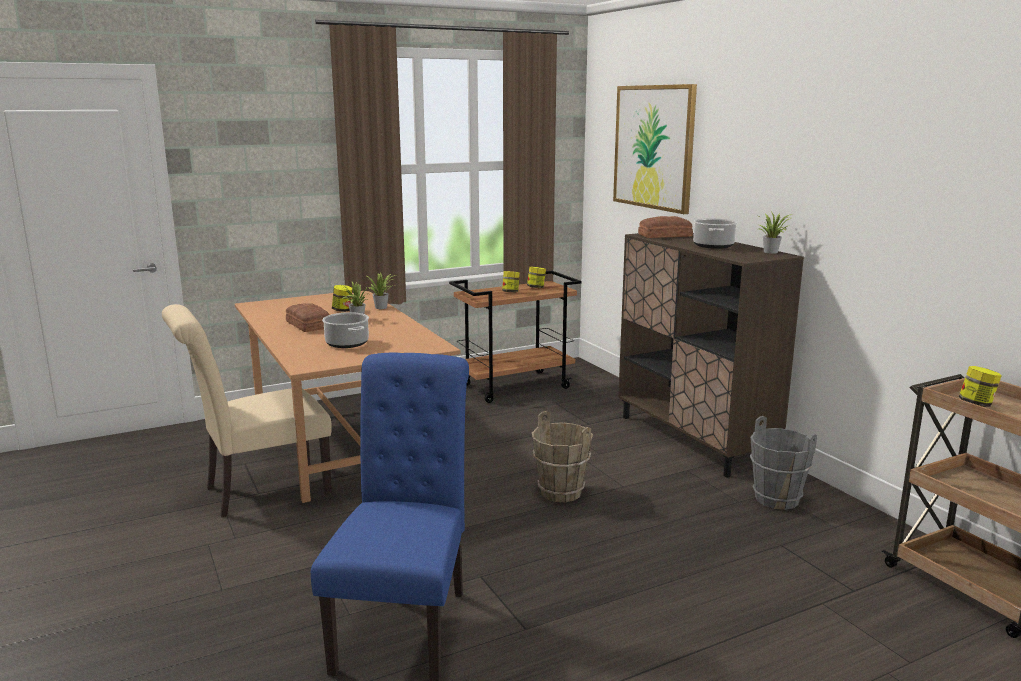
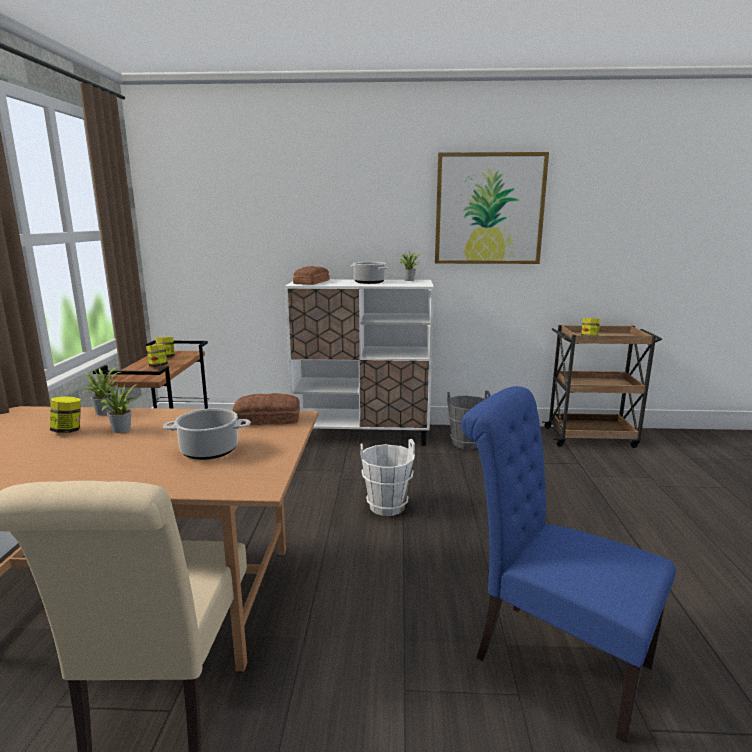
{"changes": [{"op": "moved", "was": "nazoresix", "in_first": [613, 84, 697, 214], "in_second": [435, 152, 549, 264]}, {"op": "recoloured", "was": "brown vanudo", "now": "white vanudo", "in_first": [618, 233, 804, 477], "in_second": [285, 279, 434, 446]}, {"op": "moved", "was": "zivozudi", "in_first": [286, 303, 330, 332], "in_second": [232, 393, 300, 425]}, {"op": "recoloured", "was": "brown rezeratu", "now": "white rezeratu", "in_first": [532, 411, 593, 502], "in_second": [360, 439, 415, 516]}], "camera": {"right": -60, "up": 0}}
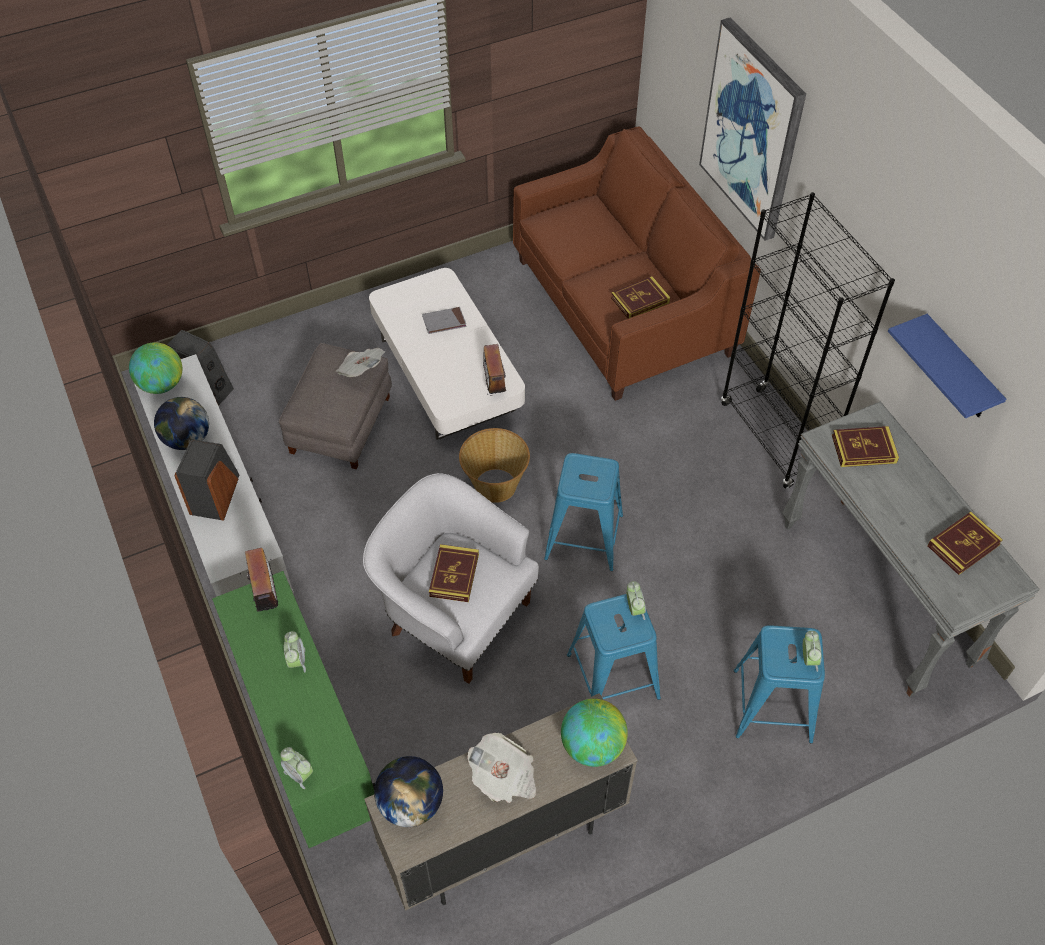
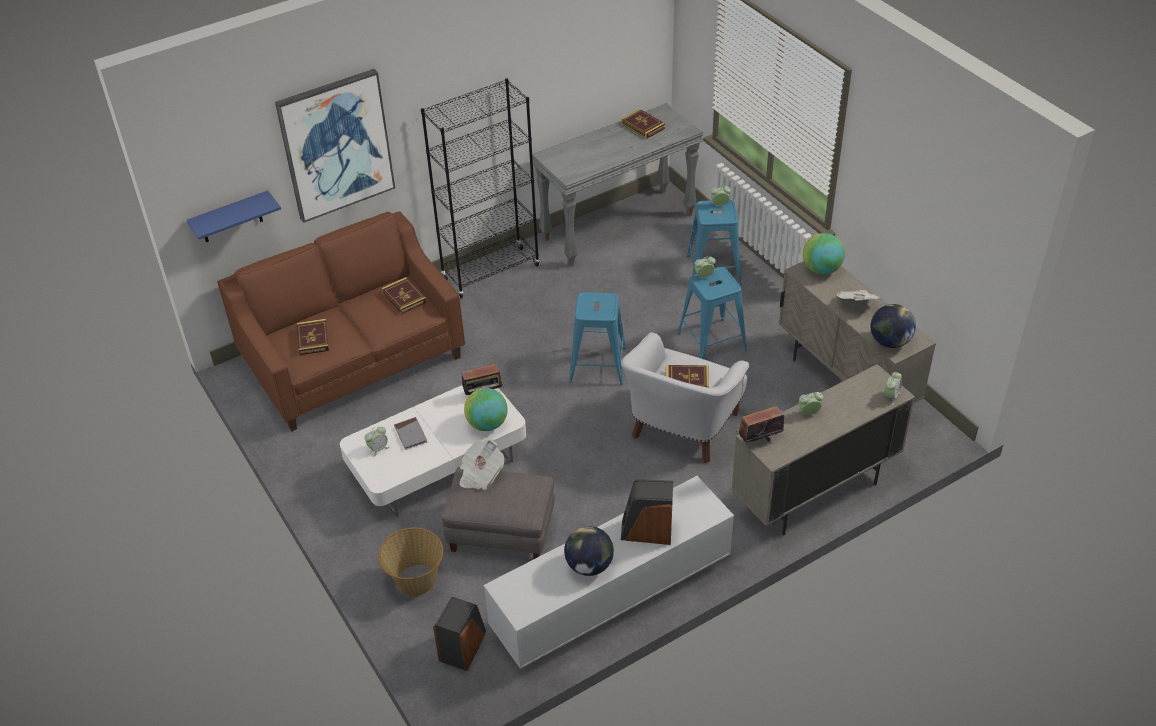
{"changes": [{"op": "moved", "was": "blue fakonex", "in_first": [888, 314, 1006, 418], "in_second": [187, 190, 281, 242]}, {"op": "moved", "was": "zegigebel", "in_first": [129, 342, 182, 394], "in_second": [464, 388, 508, 431]}, {"op": "moved", "was": "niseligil", "in_first": [832, 426, 899, 467], "in_second": [297, 319, 329, 355]}, {"op": "moved", "was": "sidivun", "in_first": [459, 428, 530, 503], "in_second": [378, 527, 443, 596]}, {"op": "recoloured", "was": "green vanudo", "now": "beige vanudo", "in_first": [212, 571, 376, 848], "in_second": [732, 364, 915, 536]}, {"op": "added", "now": "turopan", "in_second": [364, 426, 389, 457]}], "camera": {"right": -95, "up": -10}}
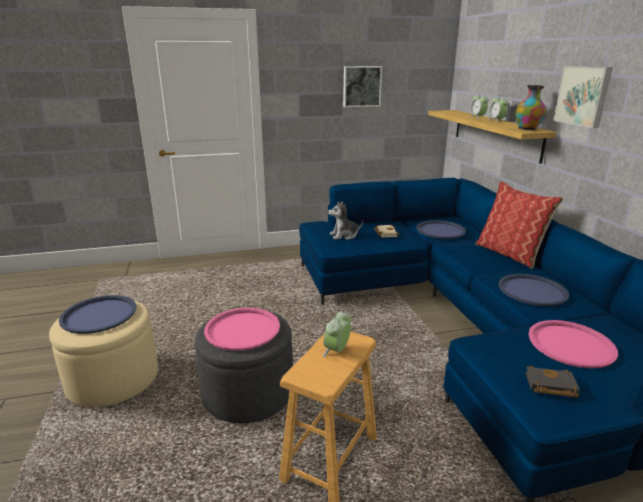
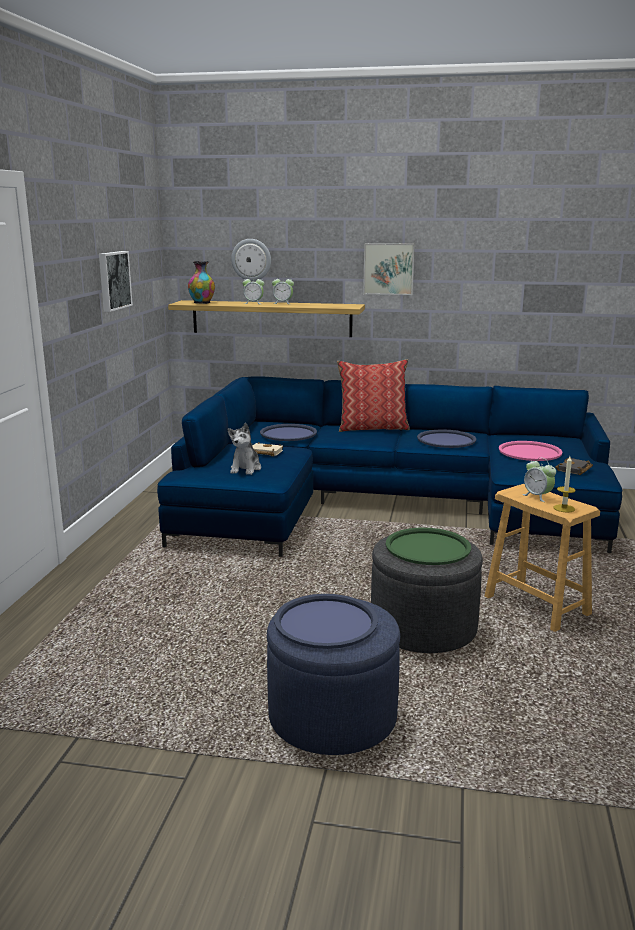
{"changes": [{"op": "moved", "was": "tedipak", "in_first": [515, 85, 546, 130], "in_second": [188, 261, 215, 304]}, {"op": "recoloured", "was": "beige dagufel", "now": "blue dagufel", "in_first": [49, 301, 158, 407], "in_second": [267, 599, 400, 755]}, {"op": "recoloured", "was": "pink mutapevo", "now": "green mutapevo", "in_first": [204, 308, 280, 351], "in_second": [386, 528, 471, 565]}, {"op": "added", "now": "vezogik", "in_second": [231, 239, 271, 281]}, {"op": "added", "now": "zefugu", "in_second": [554, 456, 576, 513]}], "camera": {"right": -65, "up": -5}}
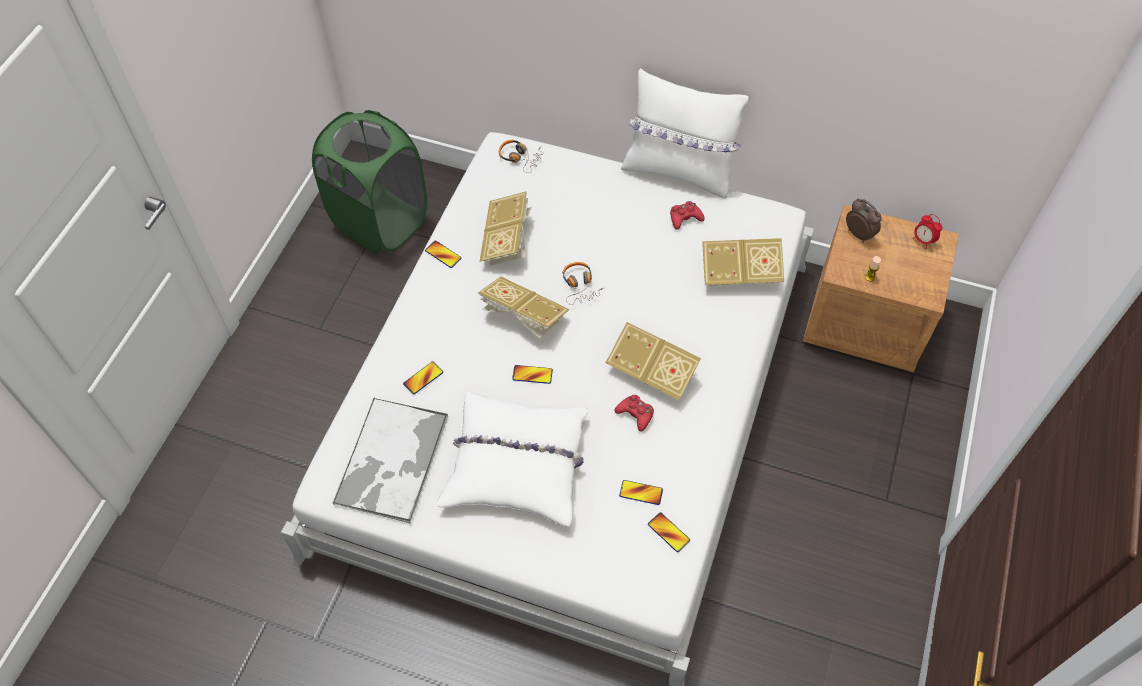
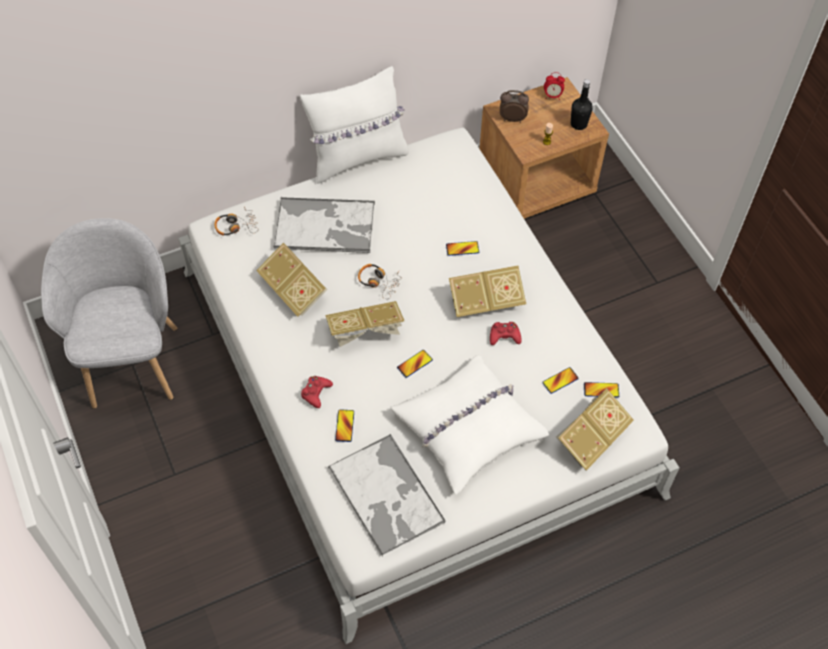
{"changes": [{"op": "replaced", "was": "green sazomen", "now": "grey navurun", "in_first": [312, 110, 427, 253], "in_second": [41, 218, 178, 409]}, {"op": "moved", "was": "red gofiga", "in_first": [670, 201, 705, 230], "in_second": [301, 376, 333, 408]}, {"op": "moved", "was": "niseligil", "in_first": [702, 238, 784, 286], "in_second": [556, 388, 634, 471]}, {"op": "moved", "was": "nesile", "in_first": [425, 241, 461, 268], "in_second": [446, 241, 479, 256]}, {"op": "added", "now": "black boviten", "in_second": [571, 79, 593, 130]}, {"op": "added", "now": "mutapevo", "in_second": [273, 197, 375, 253]}], "camera": {"right": -45, "up": 0}}
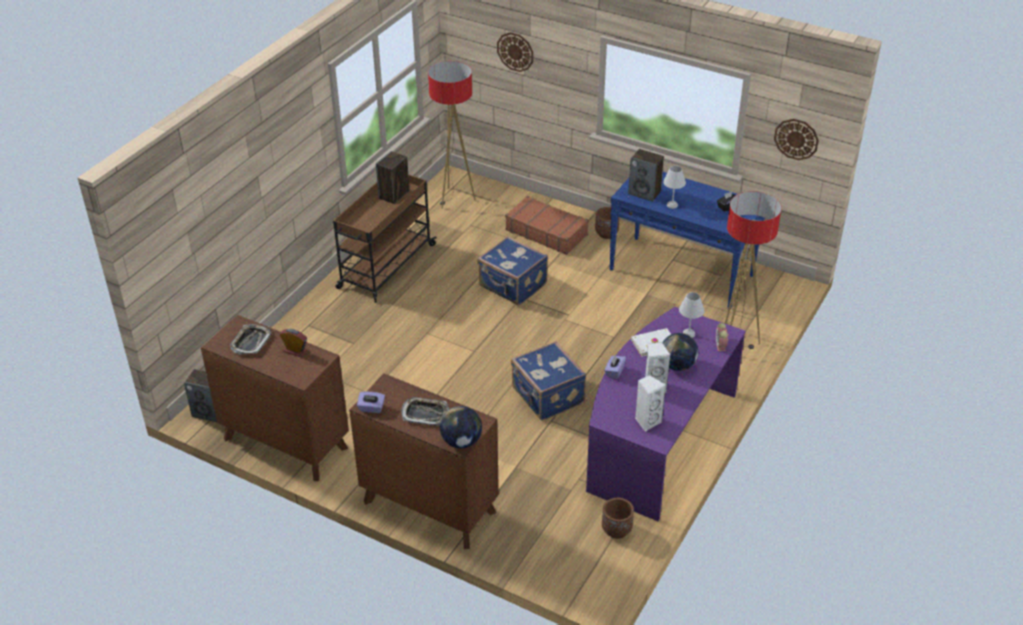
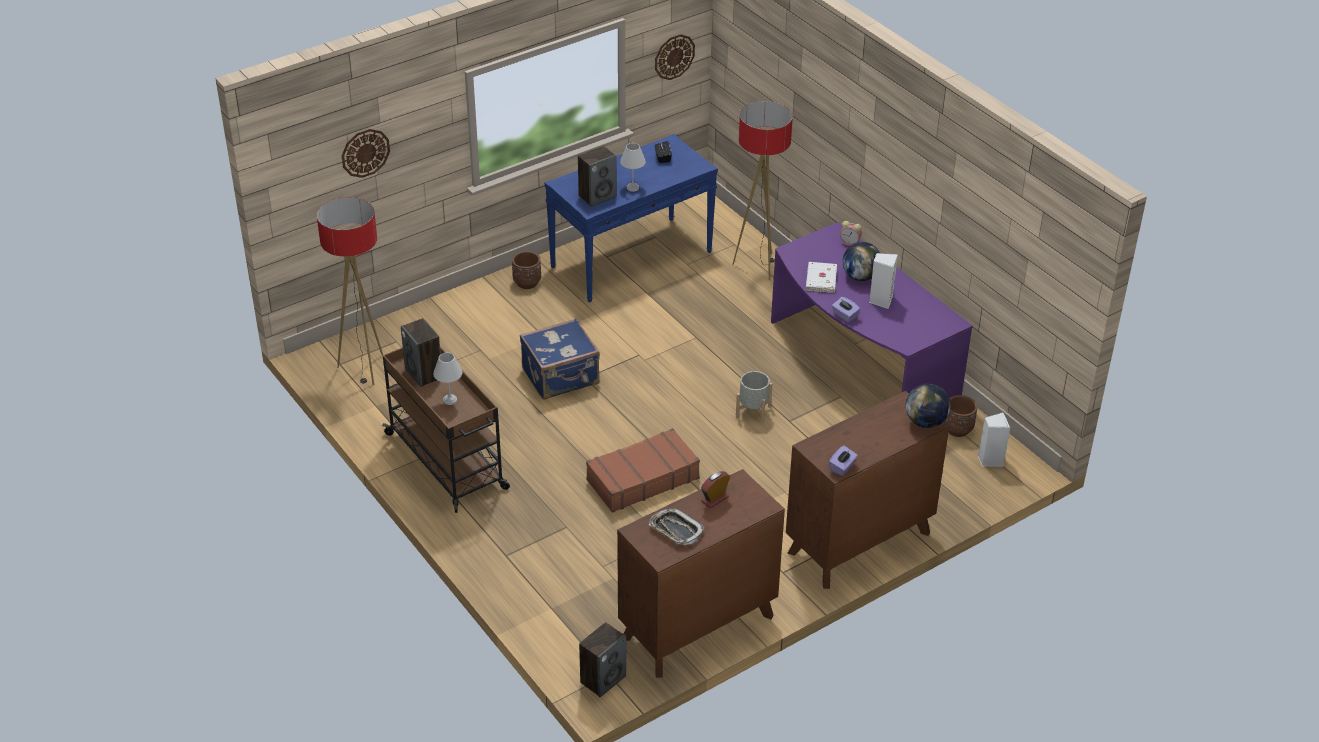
{"changes": [{"op": "moved", "was": "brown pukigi", "in_first": [505, 196, 589, 255], "in_second": [586, 428, 700, 513]}, {"op": "moved", "was": "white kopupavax", "in_first": [679, 292, 704, 338], "in_second": [433, 353, 462, 405]}, {"op": "replaced", "was": "blue pukigi", "now": "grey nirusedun", "in_first": [511, 341, 586, 420], "in_second": [736, 371, 773, 424]}, {"op": "moved", "was": "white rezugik", "in_first": [635, 375, 666, 432], "in_second": [978, 412, 1010, 467]}, {"op": "removed", "was": "mutapevo", "in_first": [401, 397, 449, 426]}], "camera": {"right": -65, "up": 0}}
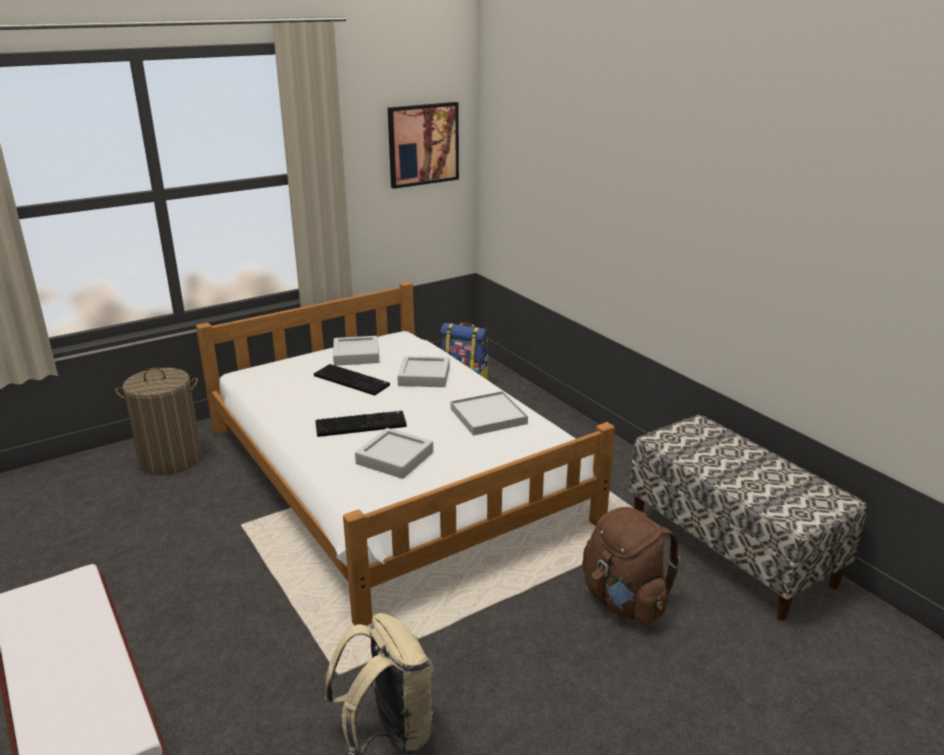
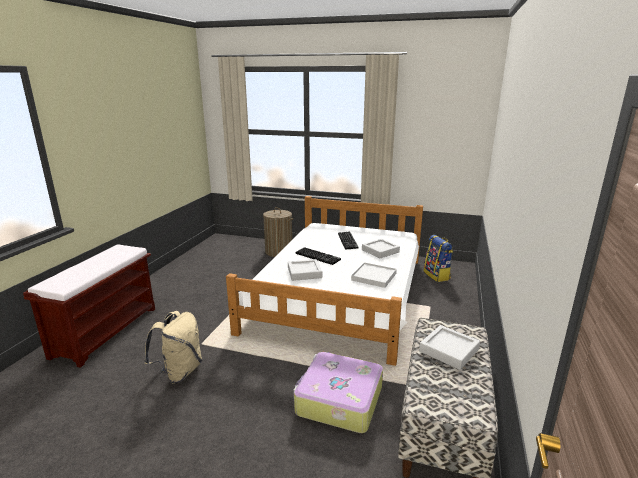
{"changes": [{"op": "removed", "was": "nazoresix", "in_first": [388, 102, 459, 189]}, {"op": "moved", "was": "grey mutapevo", "in_first": [333, 336, 379, 366], "in_second": [419, 325, 480, 370]}, {"op": "replaced", "was": "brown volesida", "now": "pukigi", "in_first": [582, 507, 681, 625], "in_second": [294, 352, 383, 433]}], "camera": {"right": 50, "up": -5}}
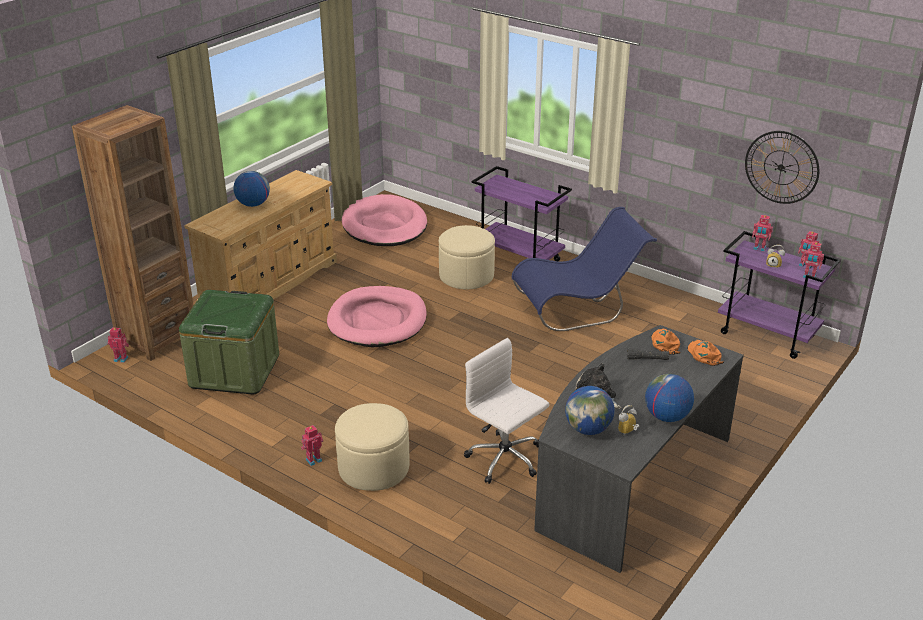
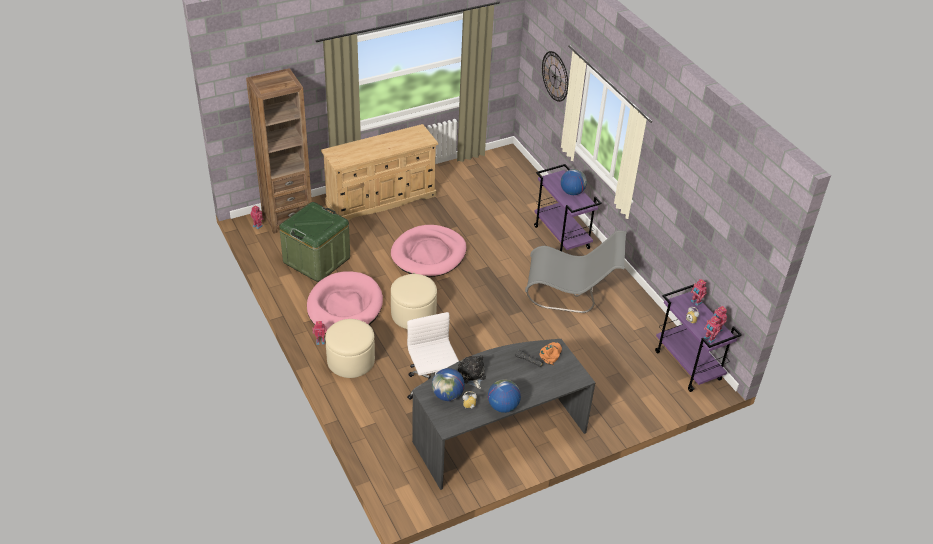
{"changes": [{"op": "moved", "was": "vezogik", "in_first": [745, 131, 819, 204], "in_second": [542, 51, 568, 102]}, {"op": "moved", "was": "zegigebel", "in_first": [233, 171, 270, 207], "in_second": [561, 169, 587, 195]}, {"op": "moved", "was": "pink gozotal", "in_first": [342, 194, 427, 246], "in_second": [307, 271, 383, 330]}, {"op": "recoloured", "was": "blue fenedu", "now": "grey fenedu", "in_first": [512, 207, 657, 331], "in_second": [525, 230, 627, 313]}, {"op": "moved", "was": "beige dagufel", "in_first": [439, 225, 495, 289], "in_second": [391, 274, 437, 329]}, {"op": "removed", "was": "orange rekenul", "in_first": [688, 340, 724, 366]}], "camera": {"right": 25, "up": 10}}
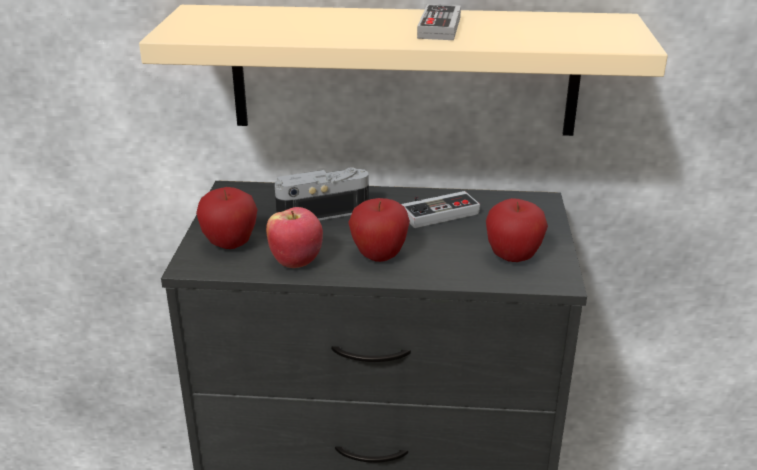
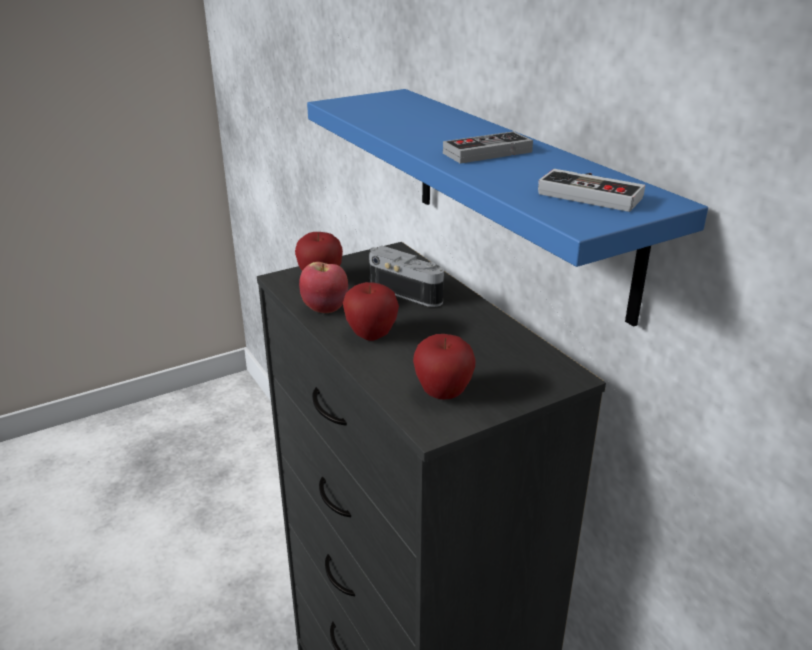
{"changes": [{"op": "recoloured", "was": "beige fakonex", "now": "blue fakonex", "in_first": [139, 5, 668, 136], "in_second": [307, 89, 708, 327]}, {"op": "moved", "was": "gofiga", "in_first": [401, 191, 480, 228], "in_second": [538, 169, 645, 212]}], "camera": {"right": 55, "up": 0}}
